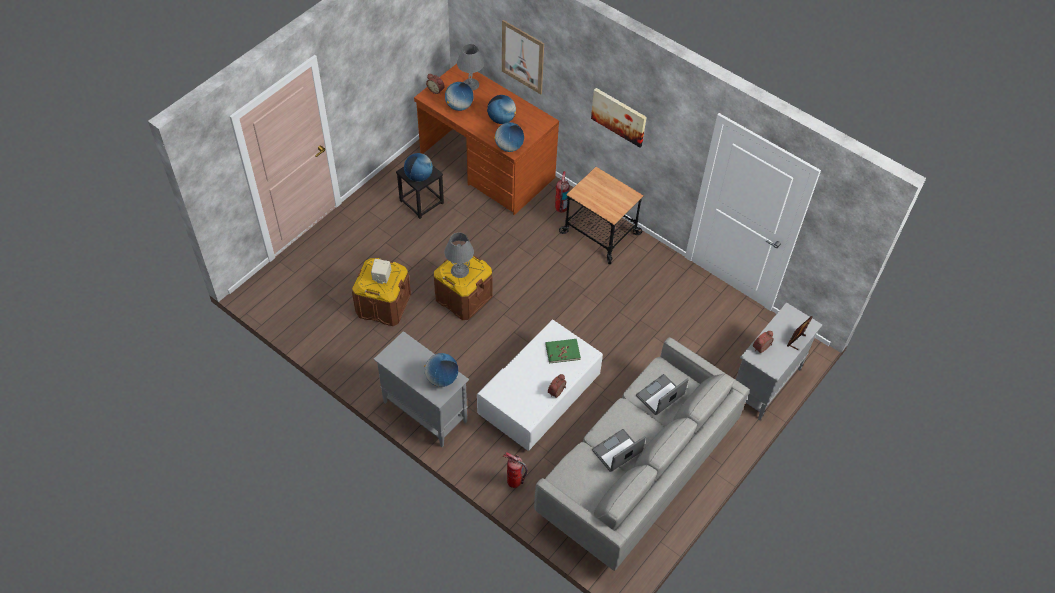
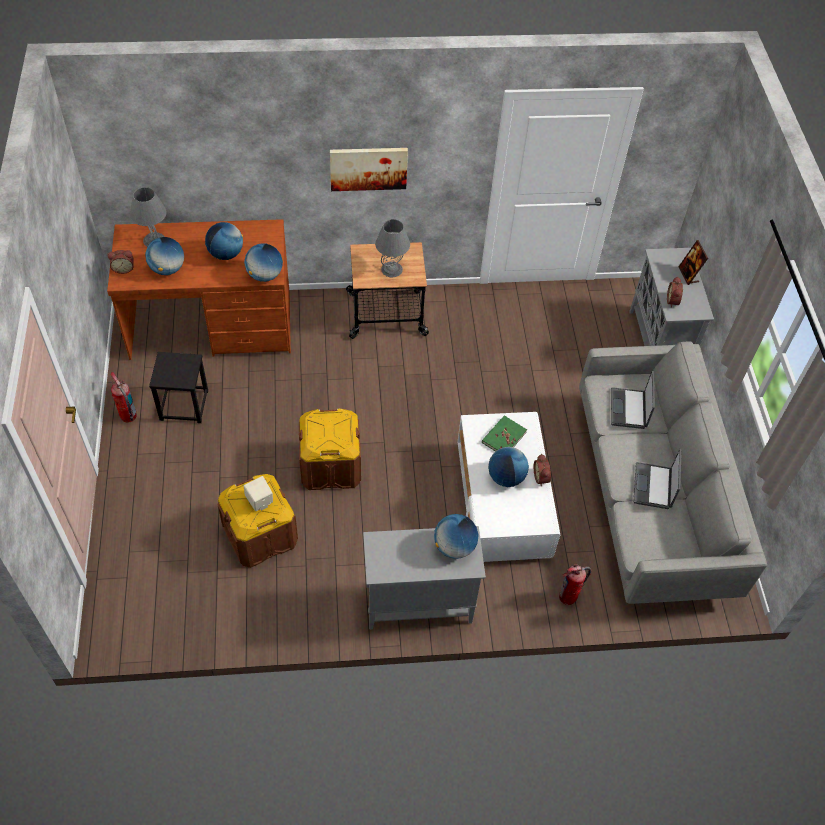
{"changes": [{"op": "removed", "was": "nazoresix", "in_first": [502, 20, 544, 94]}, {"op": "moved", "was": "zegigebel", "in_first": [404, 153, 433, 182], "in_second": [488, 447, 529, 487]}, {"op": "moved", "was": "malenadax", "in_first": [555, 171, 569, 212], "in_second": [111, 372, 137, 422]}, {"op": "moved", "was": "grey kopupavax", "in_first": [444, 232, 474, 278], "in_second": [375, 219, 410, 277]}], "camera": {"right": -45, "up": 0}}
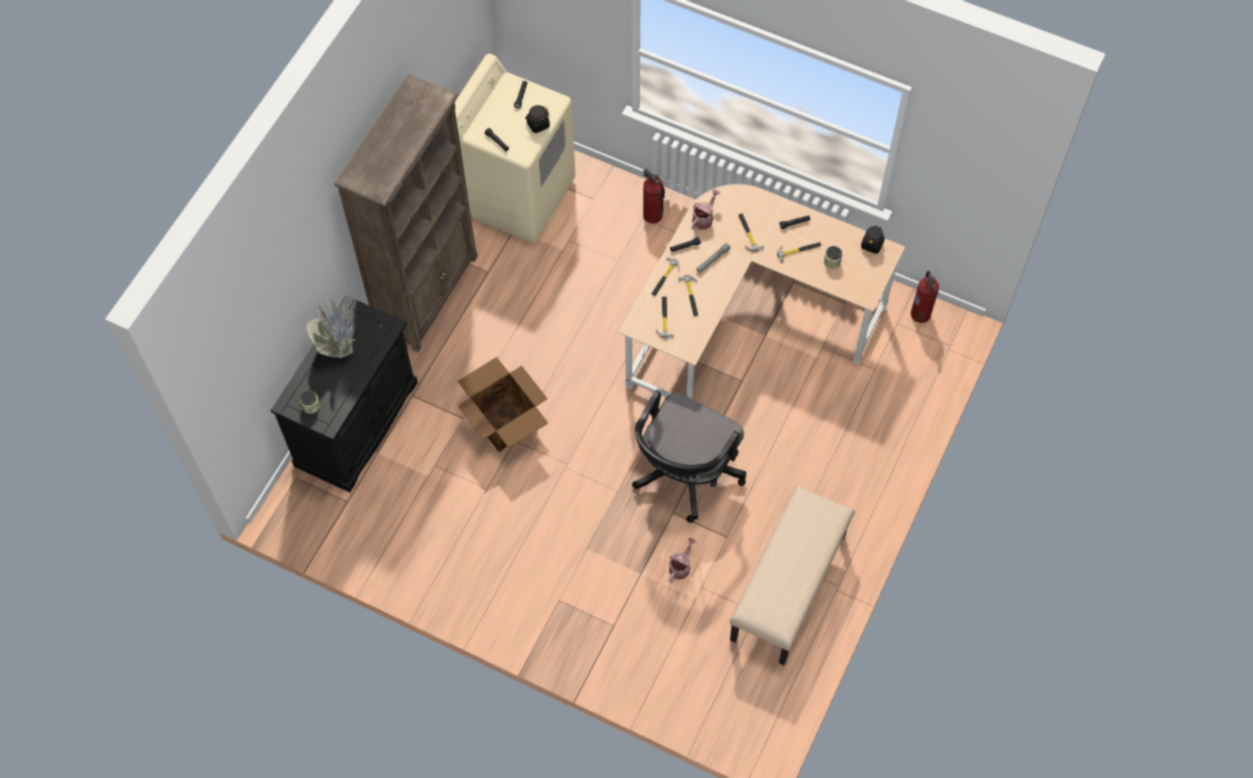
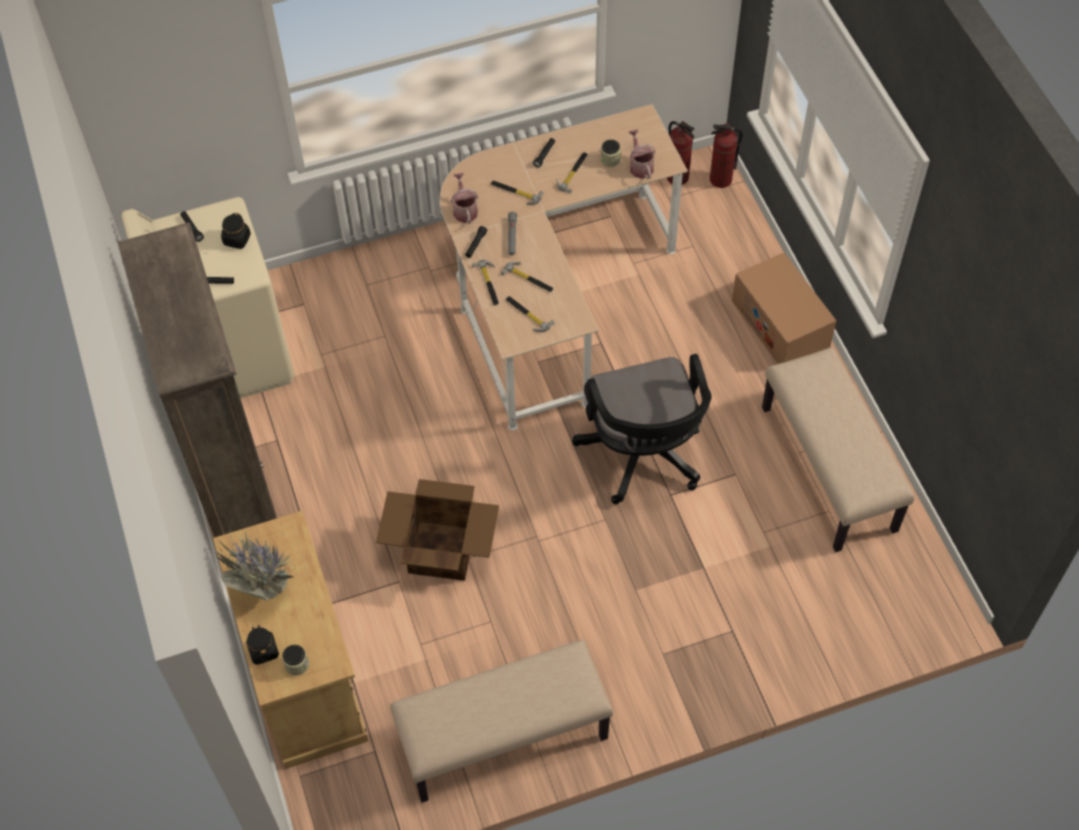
{"changes": [{"op": "moved", "was": "malenadax", "in_first": [643, 169, 665, 224], "in_second": [710, 123, 743, 188]}, {"op": "moved", "was": "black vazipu", "in_first": [861, 225, 885, 254], "in_second": [246, 625, 279, 665]}, {"op": "recoloured", "was": "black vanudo", "now": "beige vanudo", "in_first": [270, 295, 418, 492], "in_second": [213, 510, 368, 769]}, {"op": "moved", "was": "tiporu", "in_first": [669, 538, 697, 582], "in_second": [629, 130, 656, 179]}, {"op": "added", "now": "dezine", "in_second": [732, 253, 836, 364]}, {"op": "added", "now": "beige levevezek", "in_second": [390, 640, 613, 803]}], "camera": {"right": -45, "up": -5}}
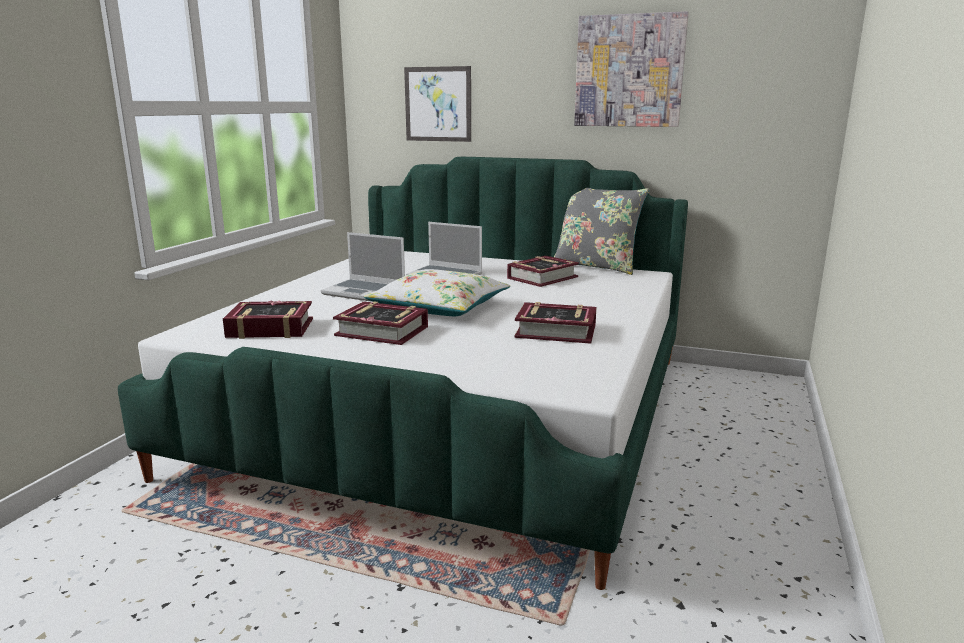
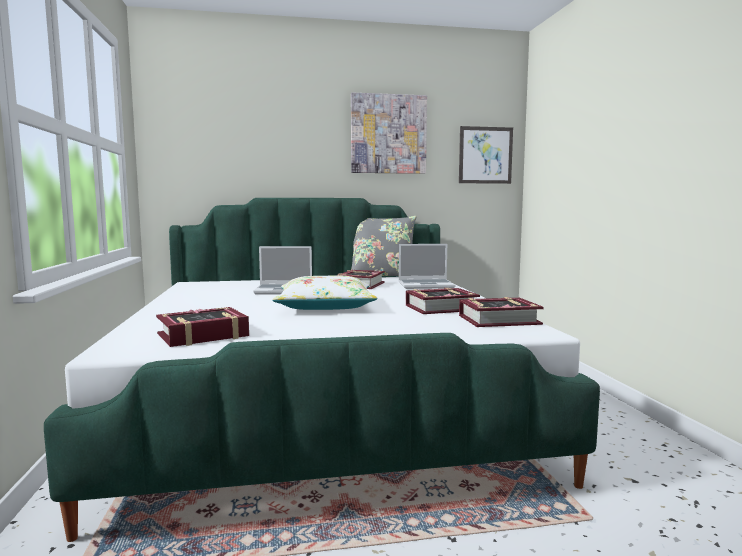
{"changes": [{"op": "moved", "was": "nazoresix", "in_first": [404, 66, 471, 142], "in_second": [459, 126, 513, 184]}, {"op": "moved", "was": "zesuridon", "in_first": [321, 232, 405, 302], "in_second": [399, 244, 455, 289]}, {"op": "moved", "was": "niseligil", "in_first": [333, 301, 428, 345], "in_second": [459, 297, 544, 327]}], "camera": {"right": -30, "up": -10}}
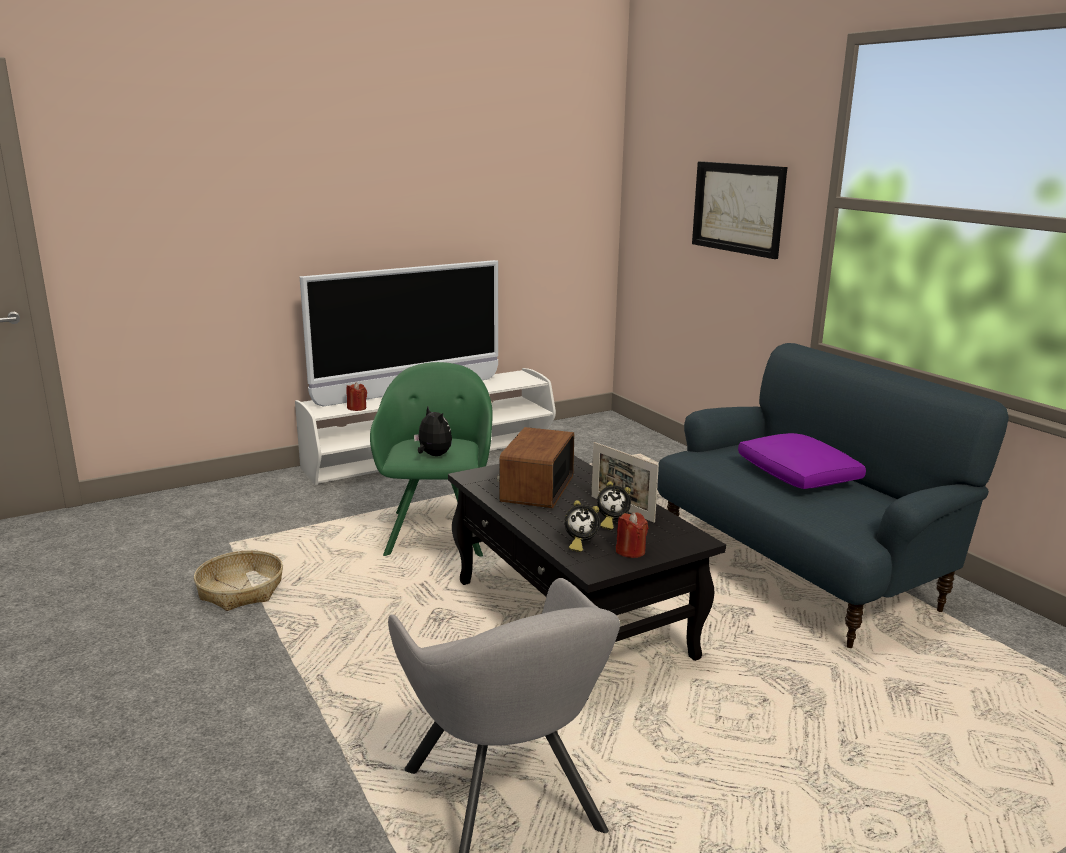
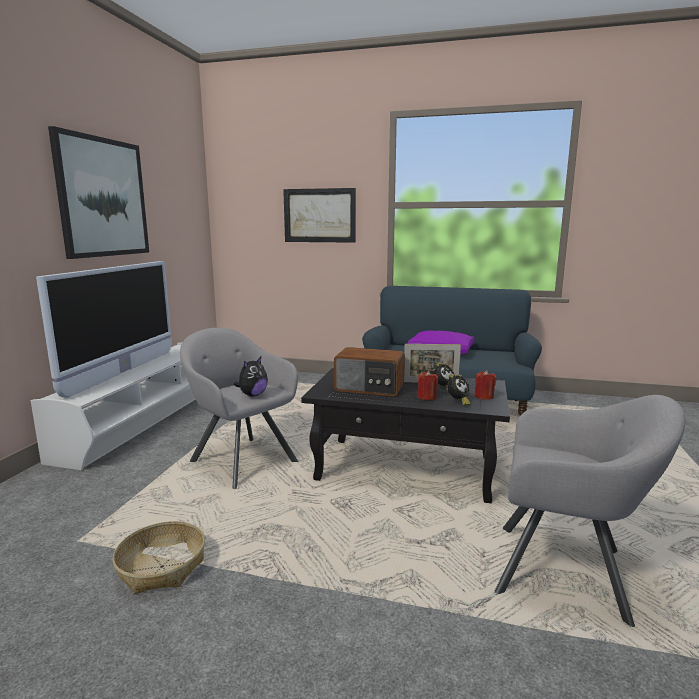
{"changes": [{"op": "recoloured", "was": "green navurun", "now": "grey navurun", "in_first": [370, 362, 493, 557], "in_second": [180, 328, 298, 489]}, {"op": "moved", "was": "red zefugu", "in_first": [346, 383, 367, 411], "in_second": [417, 371, 438, 400]}, {"op": "turned", "was": "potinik", "in_first": [414, 406, 452, 456], "in_second": [234, 357, 268, 397], "clockwise": 120}, {"op": "turned", "was": "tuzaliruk", "in_first": [497, 427, 574, 508], "in_second": [334, 347, 405, 396], "clockwise": -45}, {"op": "added", "now": "nazoresix", "in_second": [48, 126, 149, 259]}], "camera": {"right": -45, "up": -5}}
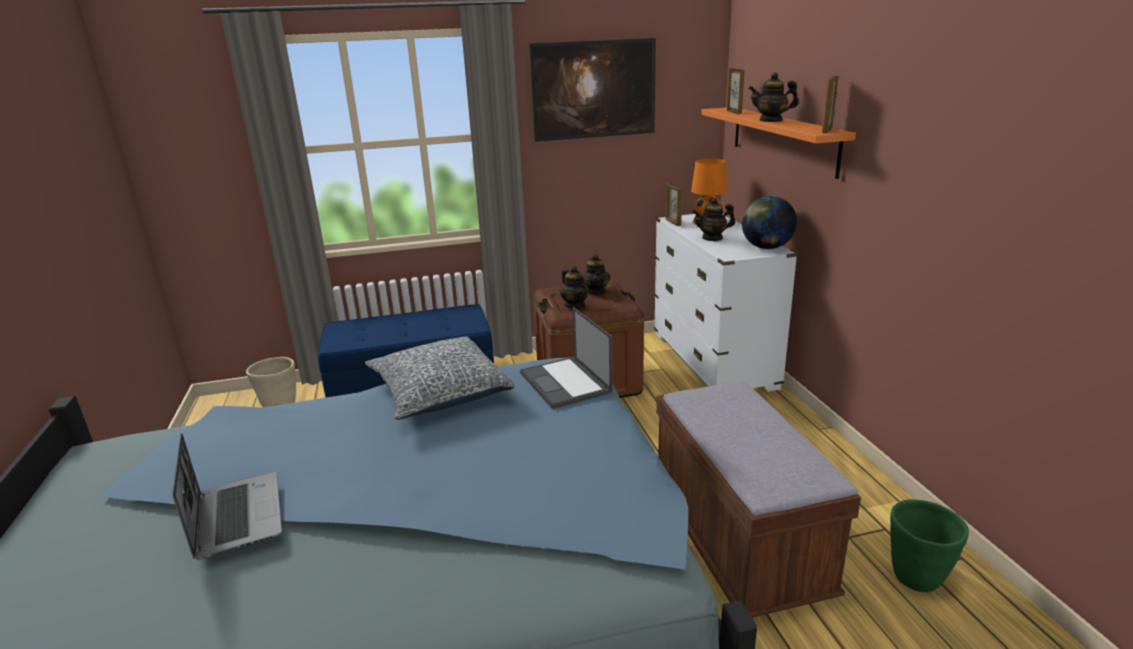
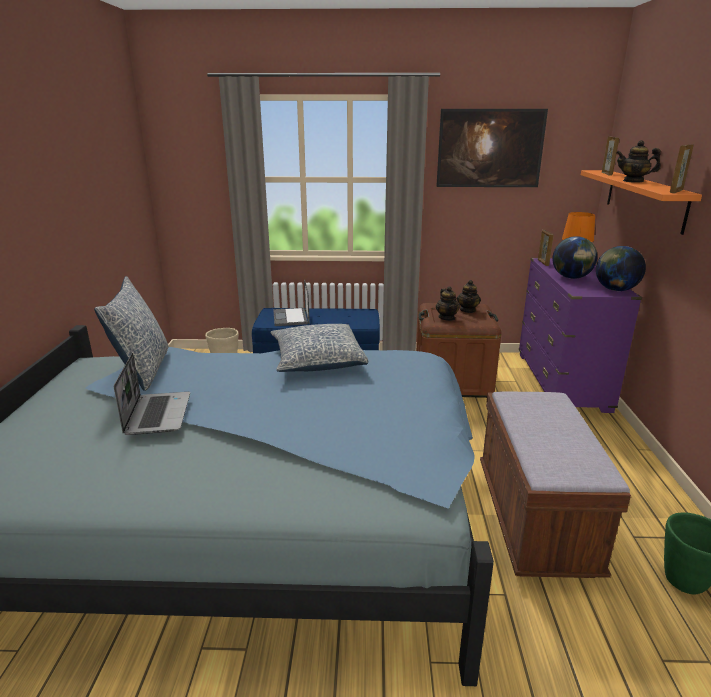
{"changes": [{"op": "replaced", "was": "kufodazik", "now": "zegigebel", "in_first": [692, 198, 735, 241], "in_second": [552, 236, 598, 279]}, {"op": "recoloured", "was": "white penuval", "now": "purple penuval", "in_first": [654, 214, 798, 392], "in_second": [519, 258, 642, 413]}, {"op": "moved", "was": "zesuridon", "in_first": [520, 307, 613, 409], "in_second": [273, 280, 310, 326]}, {"op": "added", "now": "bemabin", "in_second": [94, 276, 168, 391]}], "camera": {"right": 15, "up": 0}}
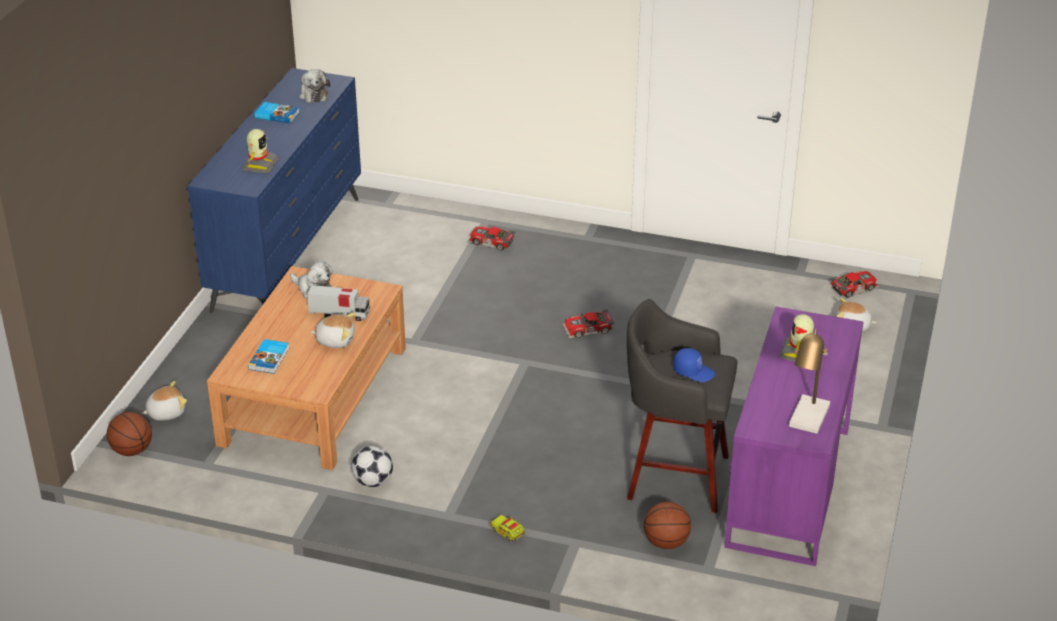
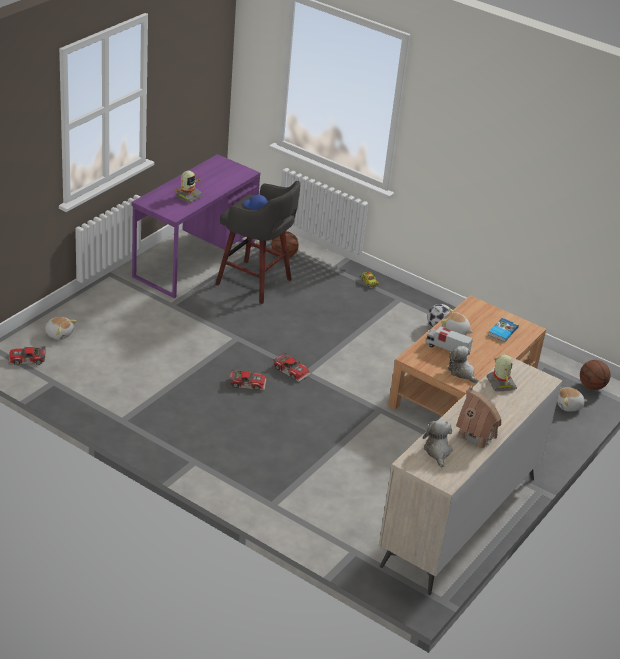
{"changes": [{"op": "recoloured", "was": "blue penuval", "now": "beige penuval", "in_first": [187, 68, 361, 313], "in_second": [379, 357, 563, 595]}, {"op": "replaced", "was": "niseligil", "now": "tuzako", "in_first": [254, 102, 300, 123], "in_second": [456, 386, 501, 448]}, {"op": "turned", "was": "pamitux", "in_first": [243, 129, 279, 173], "in_second": [486, 355, 517, 391], "clockwise": 135}, {"op": "moved", "was": "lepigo", "in_first": [467, 226, 516, 250], "in_second": [273, 352, 310, 382]}, {"op": "removed", "was": "kopupavax", "in_first": [789, 329, 830, 434]}], "camera": {"right": -165, "up": 0}}
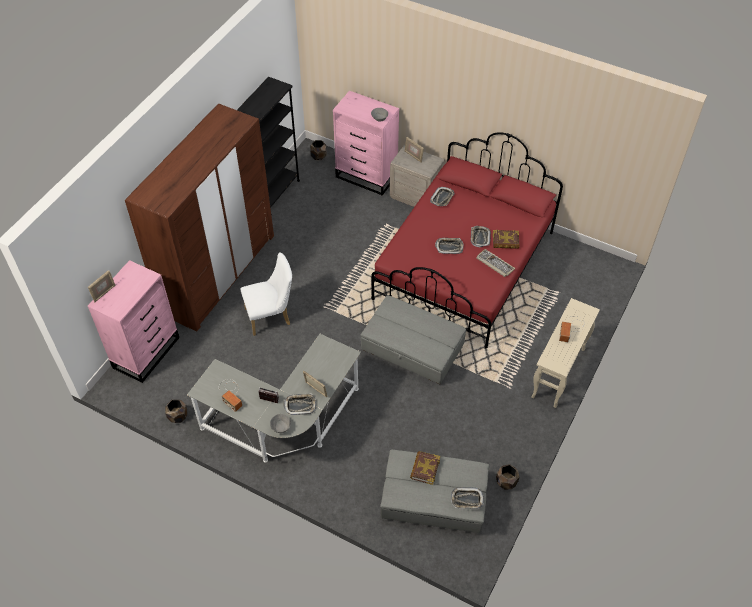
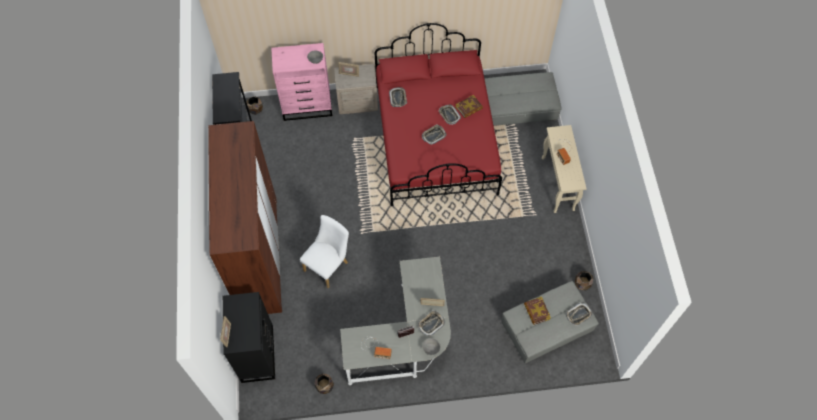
{"changes": [{"op": "removed", "was": "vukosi", "in_first": [476, 249, 515, 277]}, {"op": "recoloured", "was": "pink penuval", "now": "black penuval", "in_first": [87, 260, 179, 383], "in_second": [223, 292, 275, 383]}, {"op": "moved", "was": "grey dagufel", "in_first": [360, 295, 467, 384], "in_second": [485, 72, 562, 126]}], "camera": {"right": -35, "up": 10}}
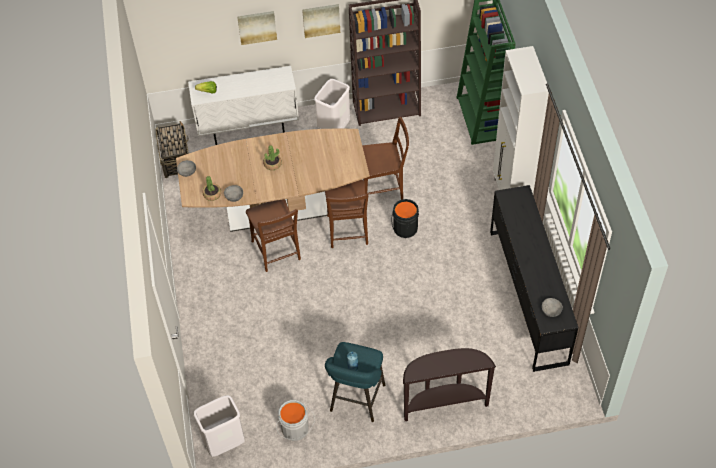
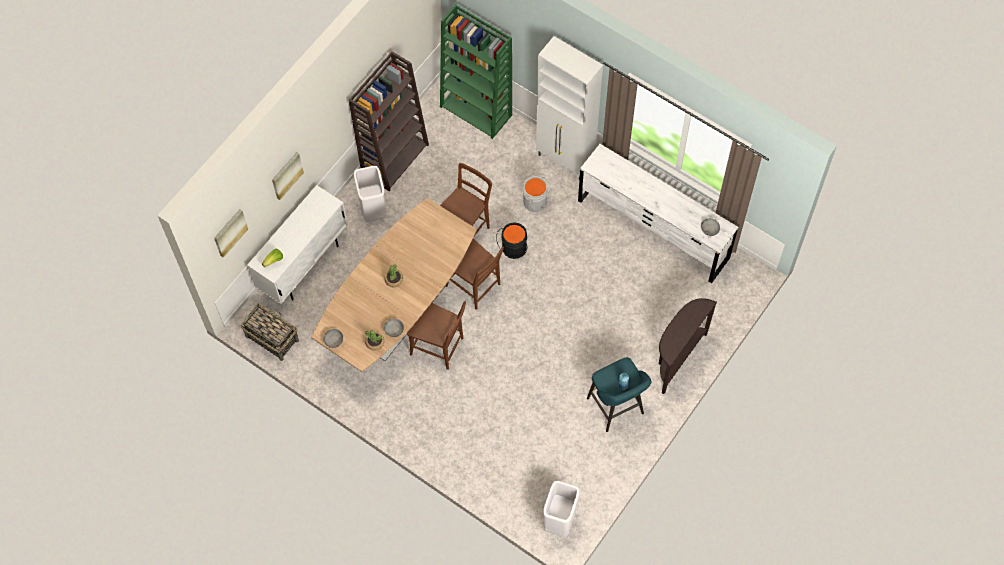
{"changes": [{"op": "moved", "was": "nazoresix", "in_first": [302, 4, 340, 38], "in_second": [214, 209, 248, 258]}, {"op": "recoloured", "was": "black penuval", "now": "white penuval", "in_first": [490, 185, 579, 372], "in_second": [578, 144, 738, 283]}, {"op": "moved", "was": "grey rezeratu", "in_first": [276, 400, 315, 441], "in_second": [523, 176, 550, 212]}], "camera": {"right": -45, "up": 10}}
